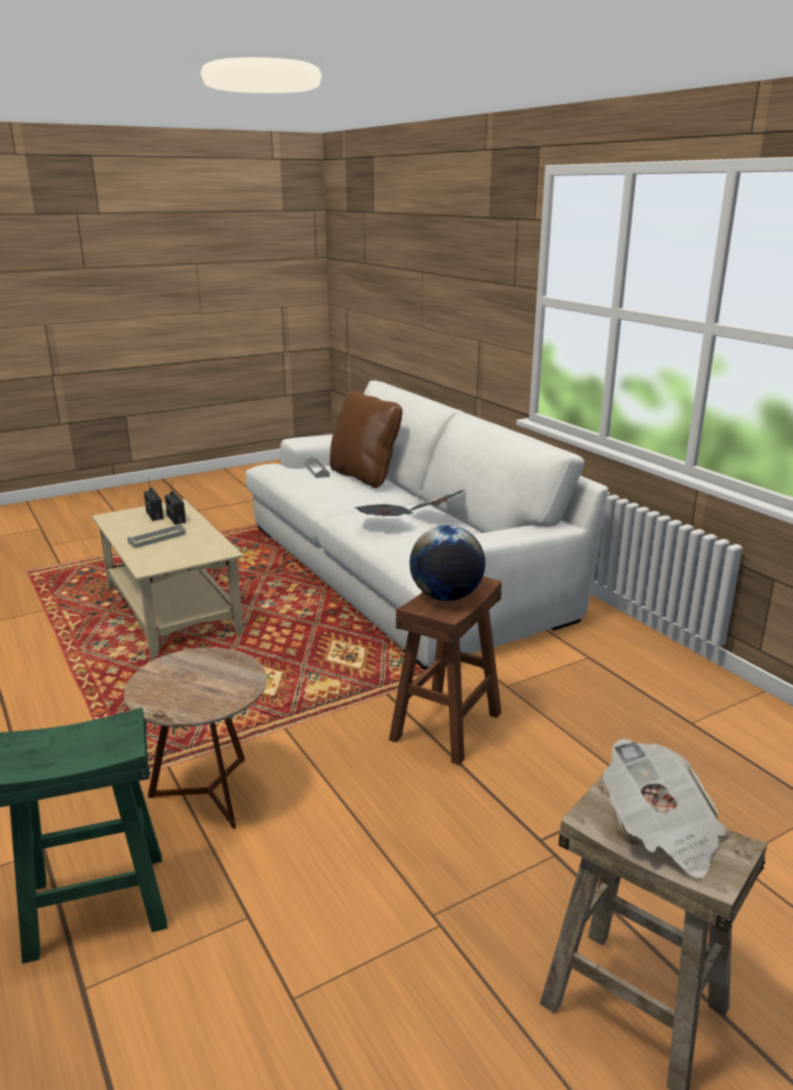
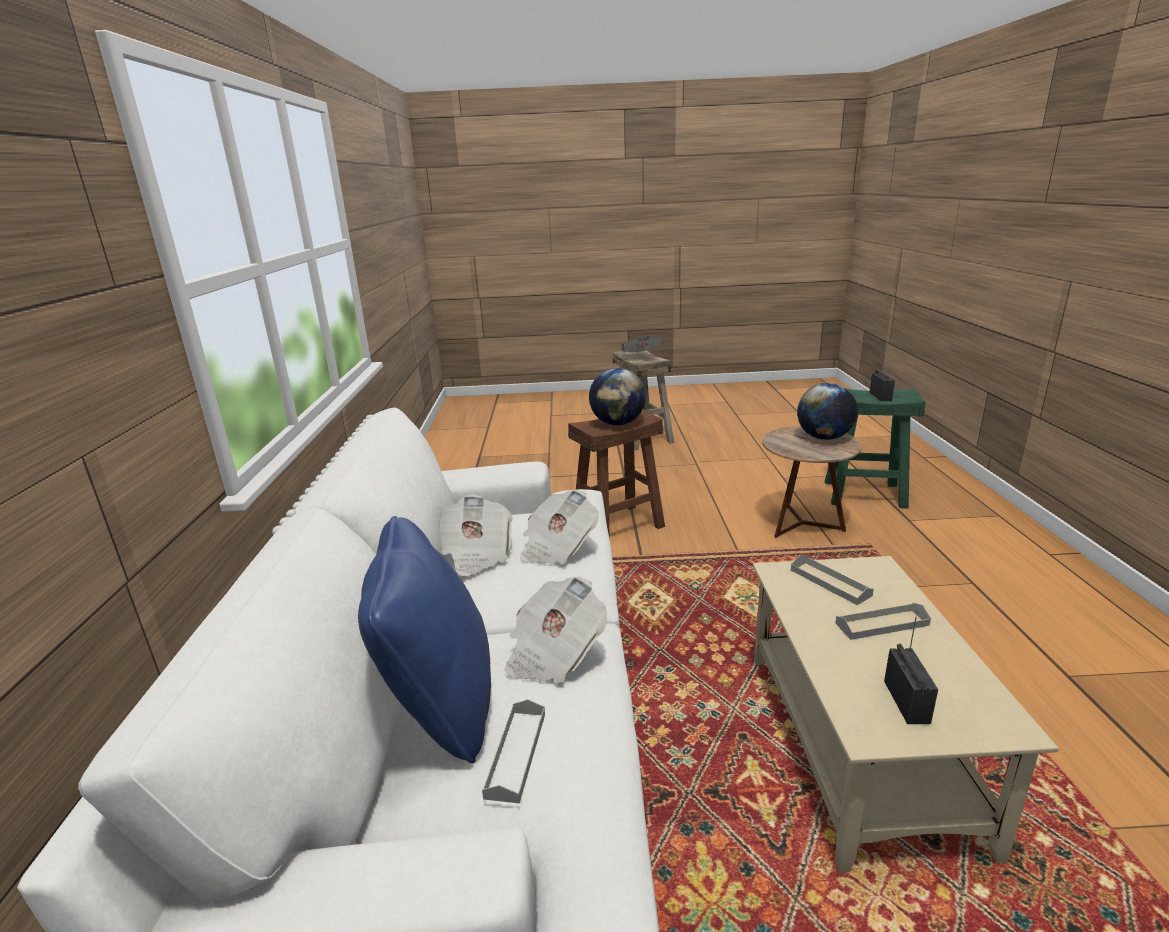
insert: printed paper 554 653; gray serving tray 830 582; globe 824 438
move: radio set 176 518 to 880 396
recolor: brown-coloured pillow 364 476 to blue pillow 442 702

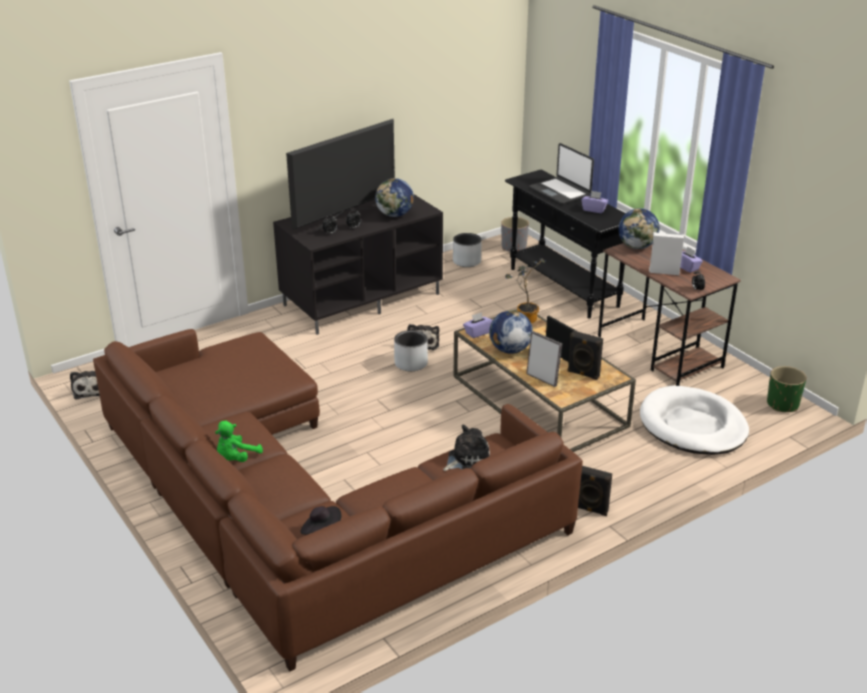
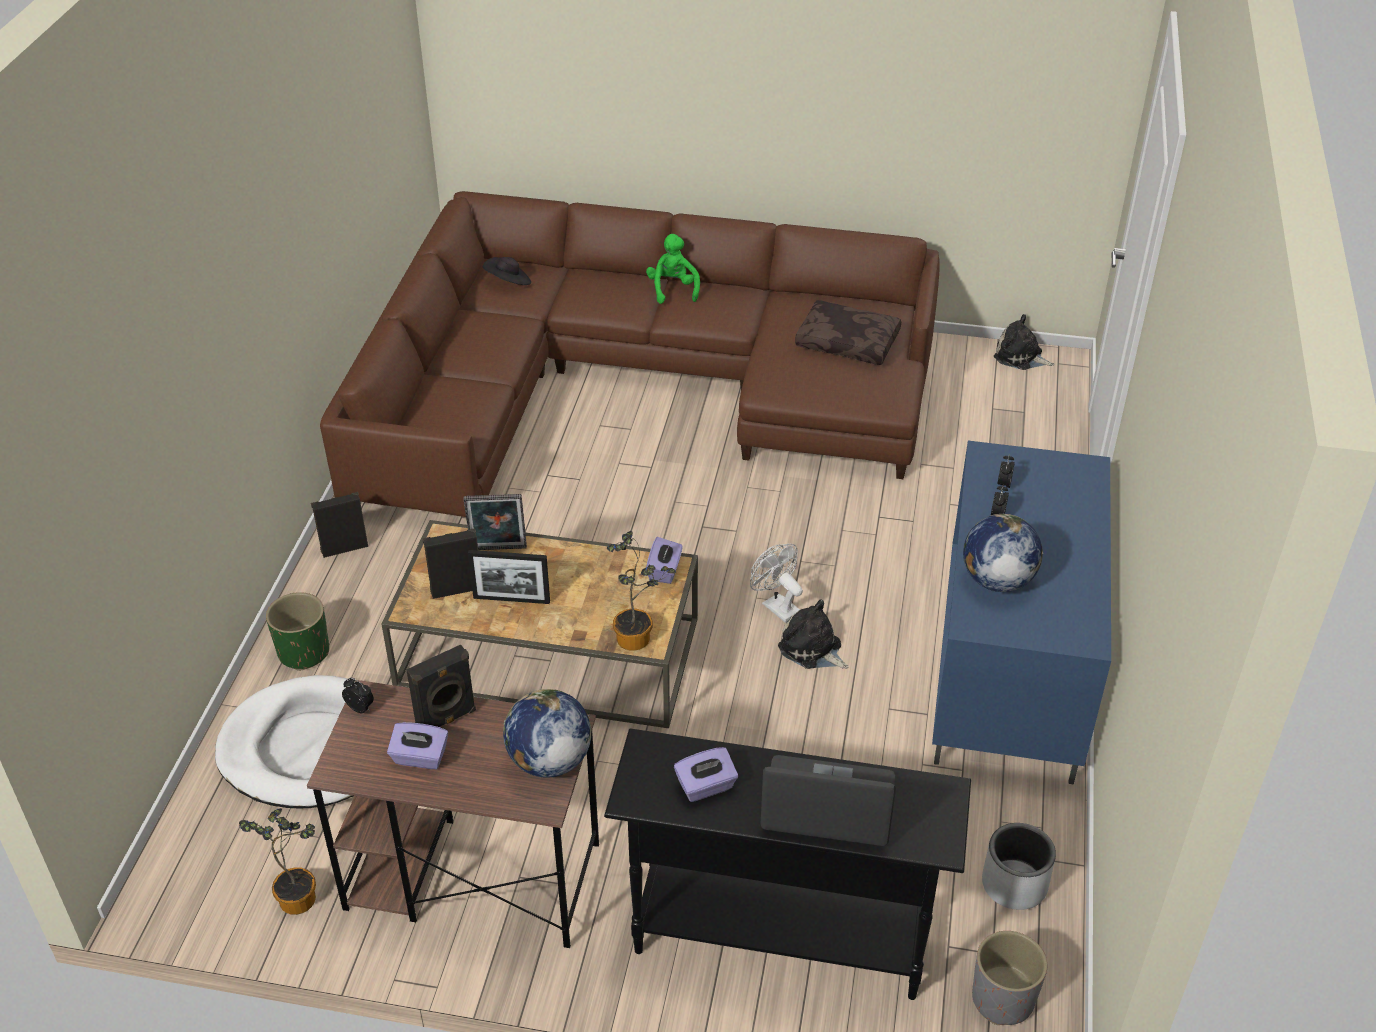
delete: TV 345 219; plush toy 467 459; globe 509 350
insert: potted plant 297 895; brown-coloured pillow 848 342
move: green flower pot 783 404 to 303 652
replace: gray flower pot 411 363 to white-coloured cooling fan 776 606
recolor: black-coloured tv stand 362 299 to blue tv stand 1011 672; white-coloured loudspeaker 664 272 to black-coloured loudspeaker 447 719

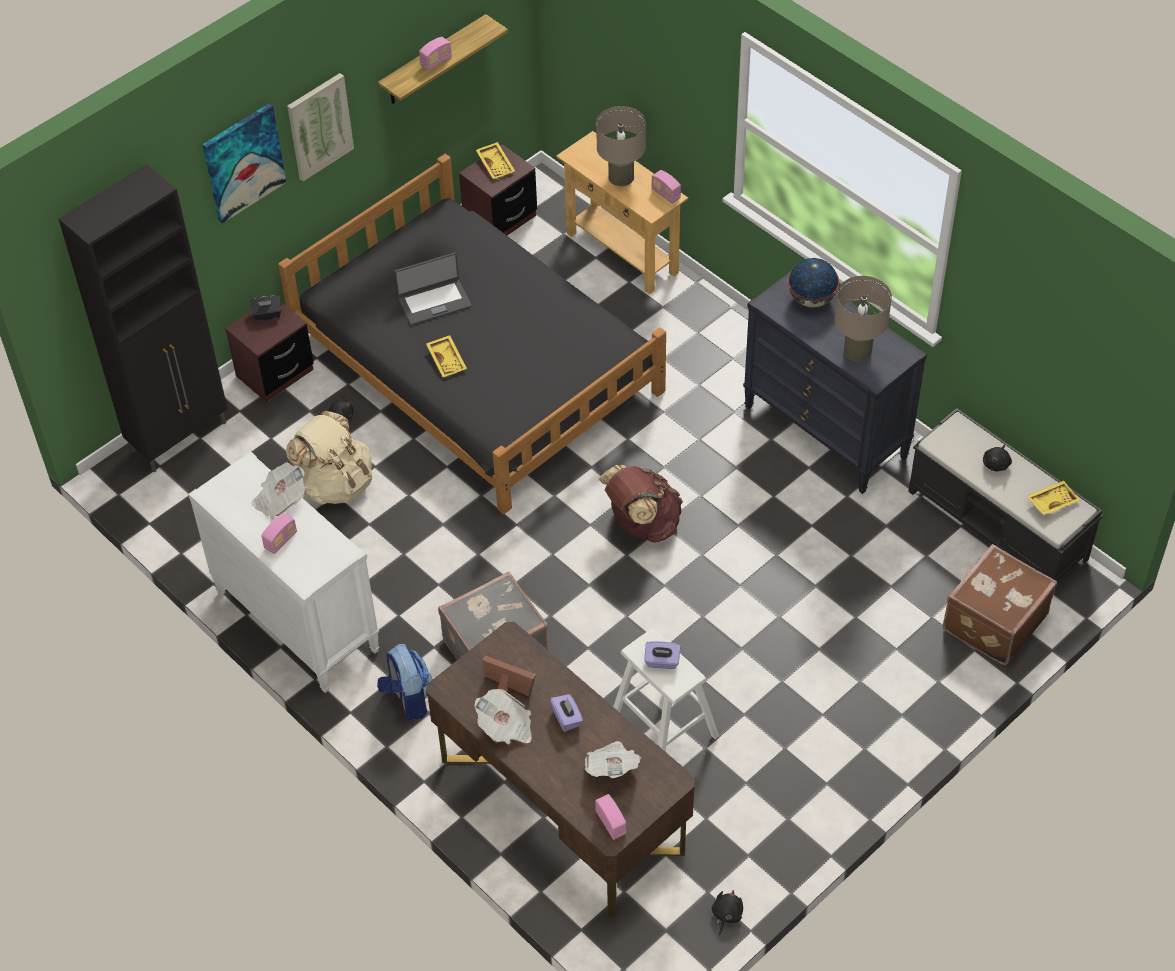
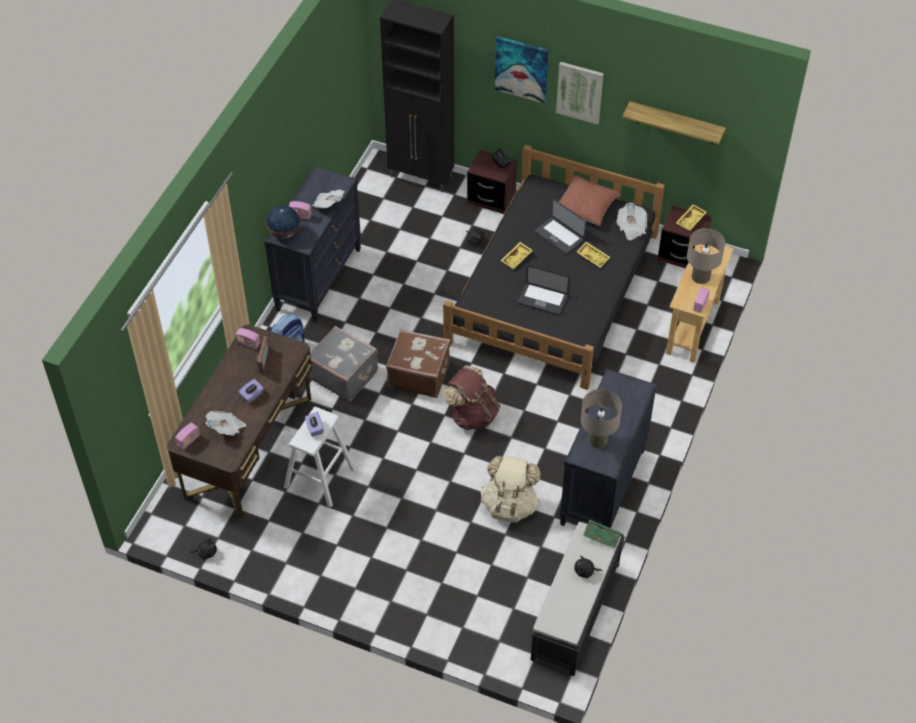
insert: portable computer 542 299; pillow 586 206; green serving tray 601 536
move: beige-coloured backpack 336 483 to 509 505; radio set 436 62 to 248 343; printed paper 505 727 to 631 228; globe 811 299 to 284 233; brown-coloured piece of luggage 992 621 to 418 374; yellow serving tray 1051 501 to 593 257
recolor: white-coloured dresser 296 621 to black-coloured dresser 318 279

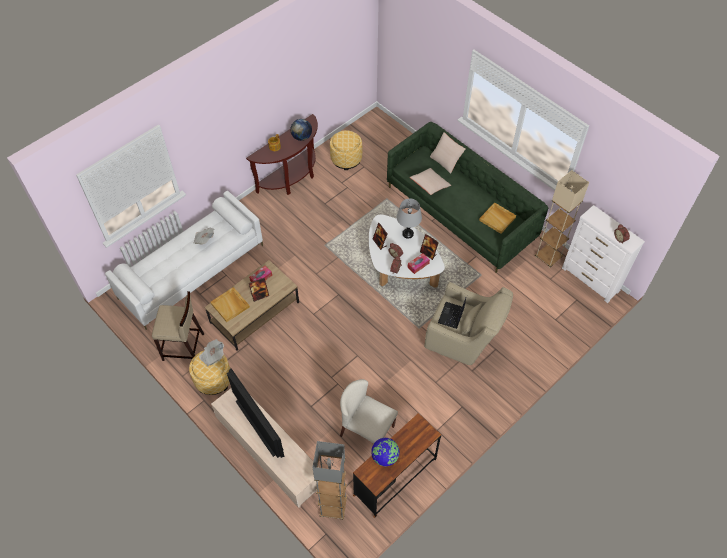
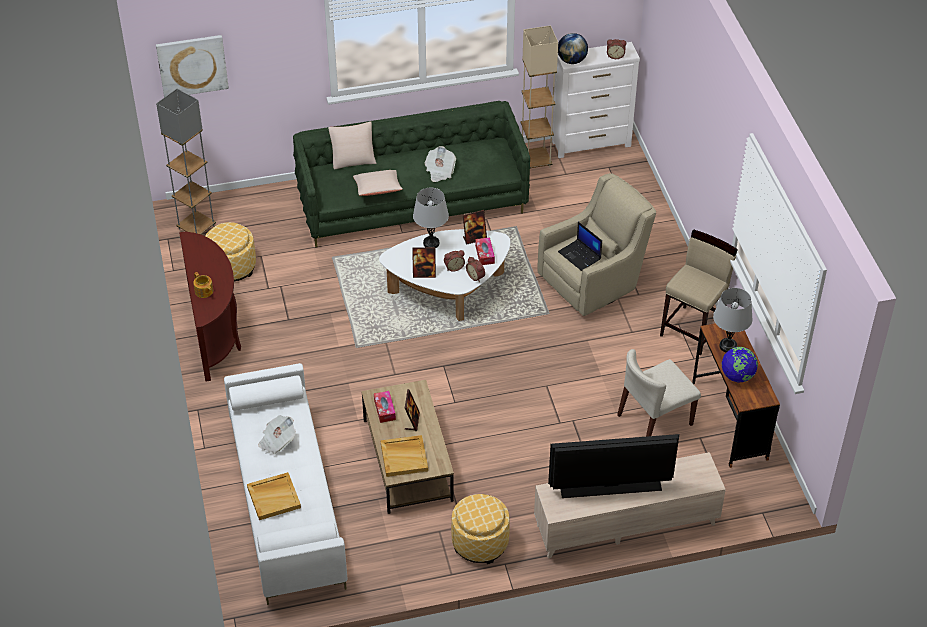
insert: wall art 192 65; gray tabletop lamp 728 346
move: beige-coloured sitting stool 184 347 to 693 330; printed paper 212 356 to 439 171; globe 302 137 to 572 60; gray floor lamp 333 507 to 196 227; beige-coloured serving tray 497 219 to 274 497

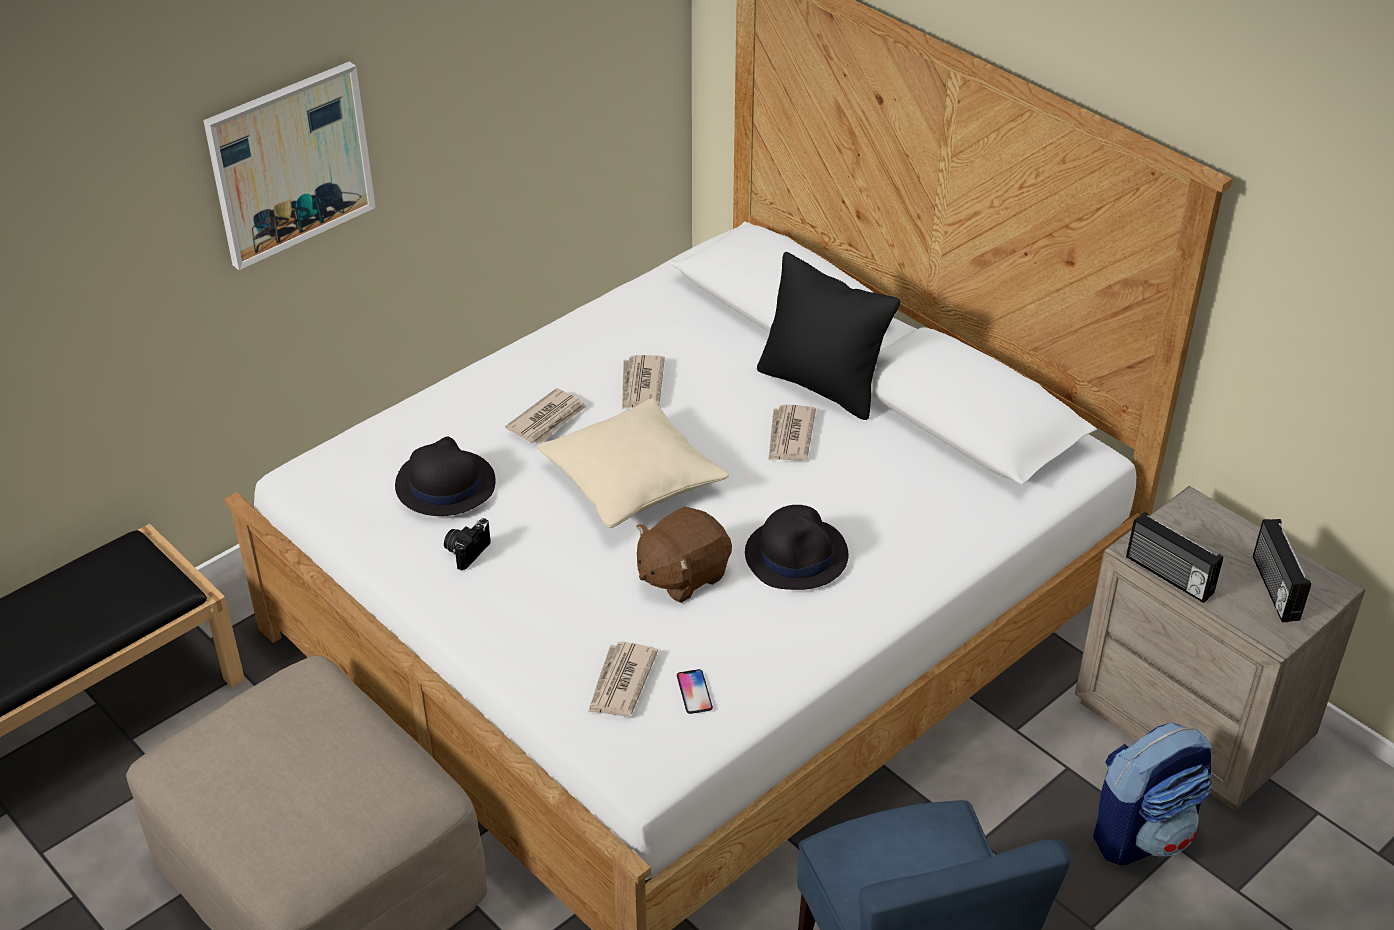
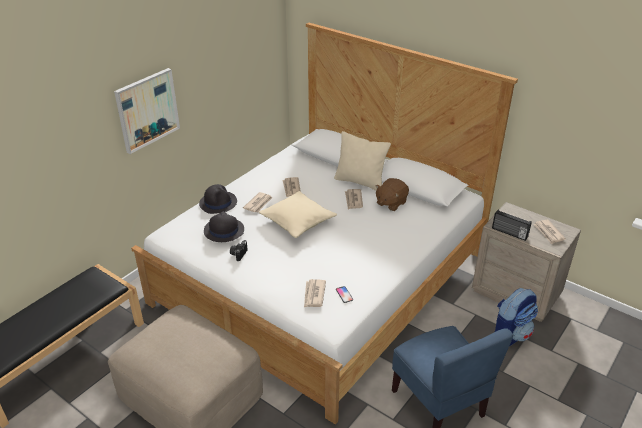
move: brown-coloured plush toy 682 575 to 390 203; black-coloured hat 796 554 to 218 203
replace: radio set 1273 588 to printed paper 548 233
recolor: black-coloured pillow 822 386 to beige-coloured pillow 360 182

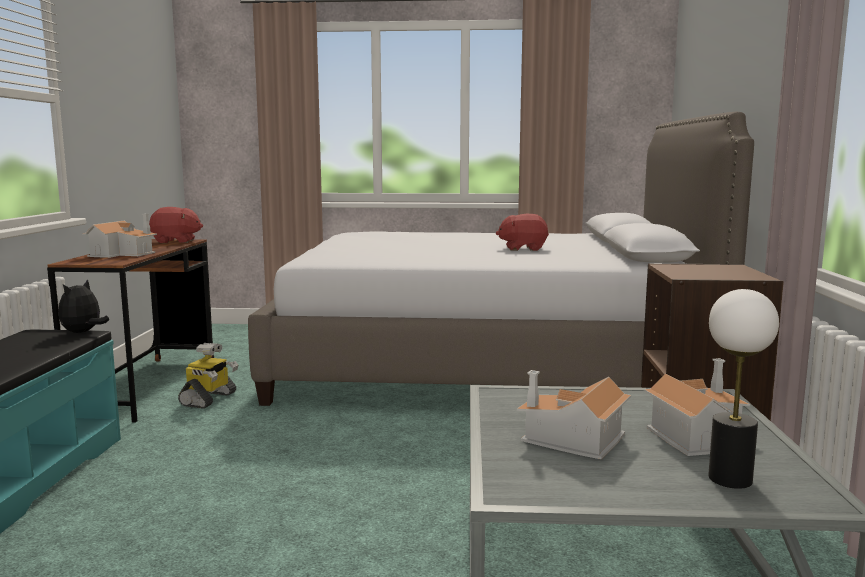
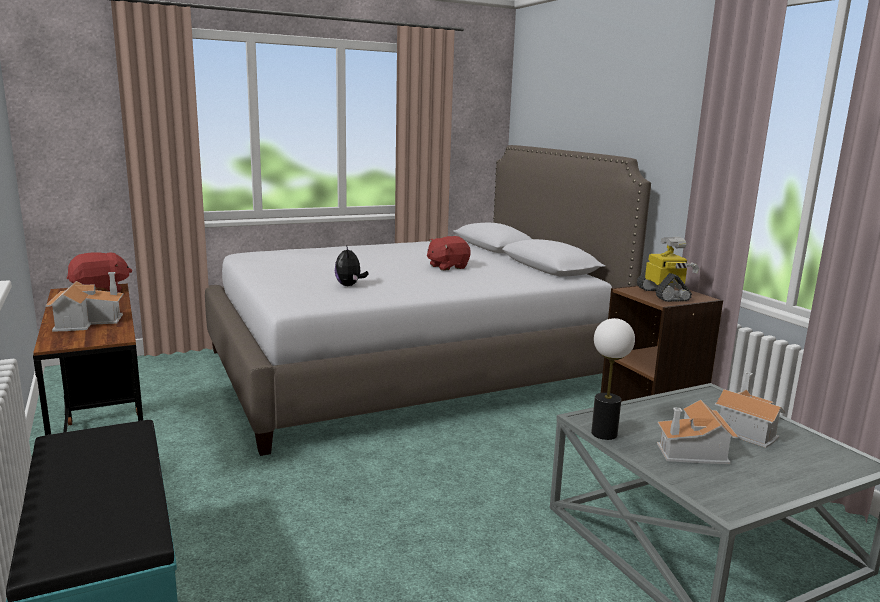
move: plush toy 83 332 to 349 285; toy robot 209 399 to 664 295; tabletop lamp 730 479 to 604 434

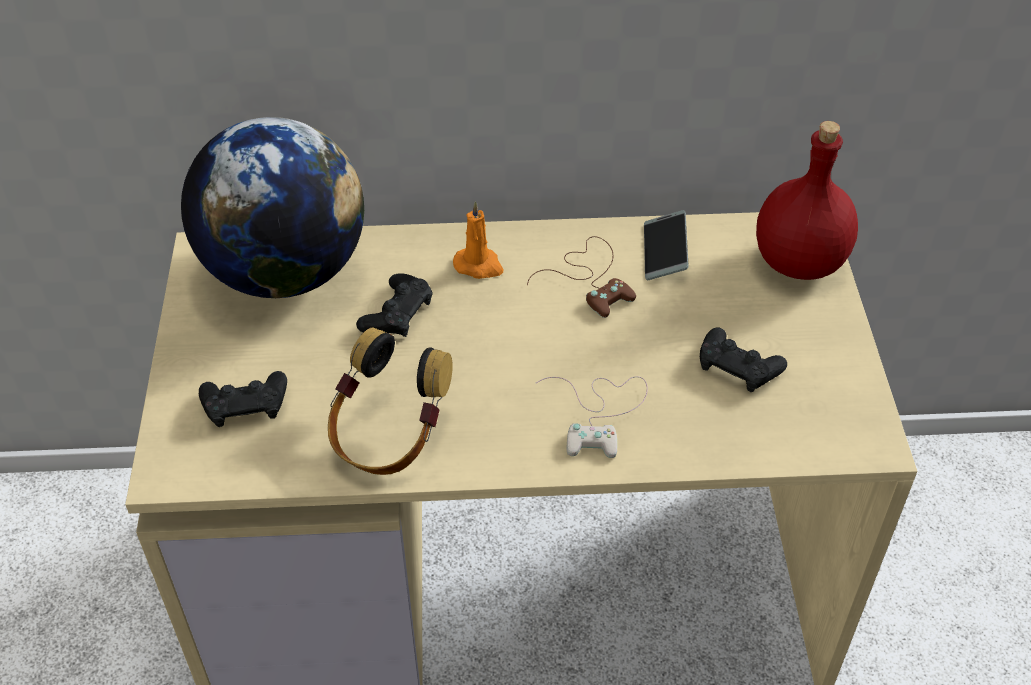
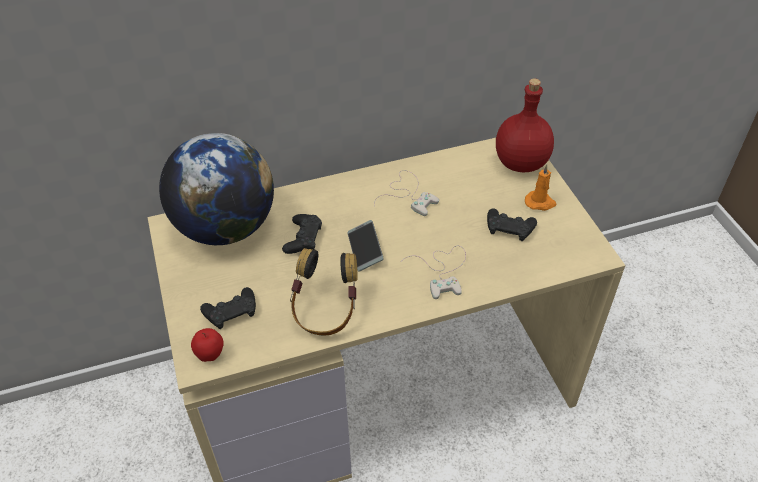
insert: whole apple 210 356
move: orange-coloured candle 479 265 to 540 202; phone 664 252 to 365 249
recolor: brown-coloured gamepad 590 277 to white-coloured gamepad 408 194

